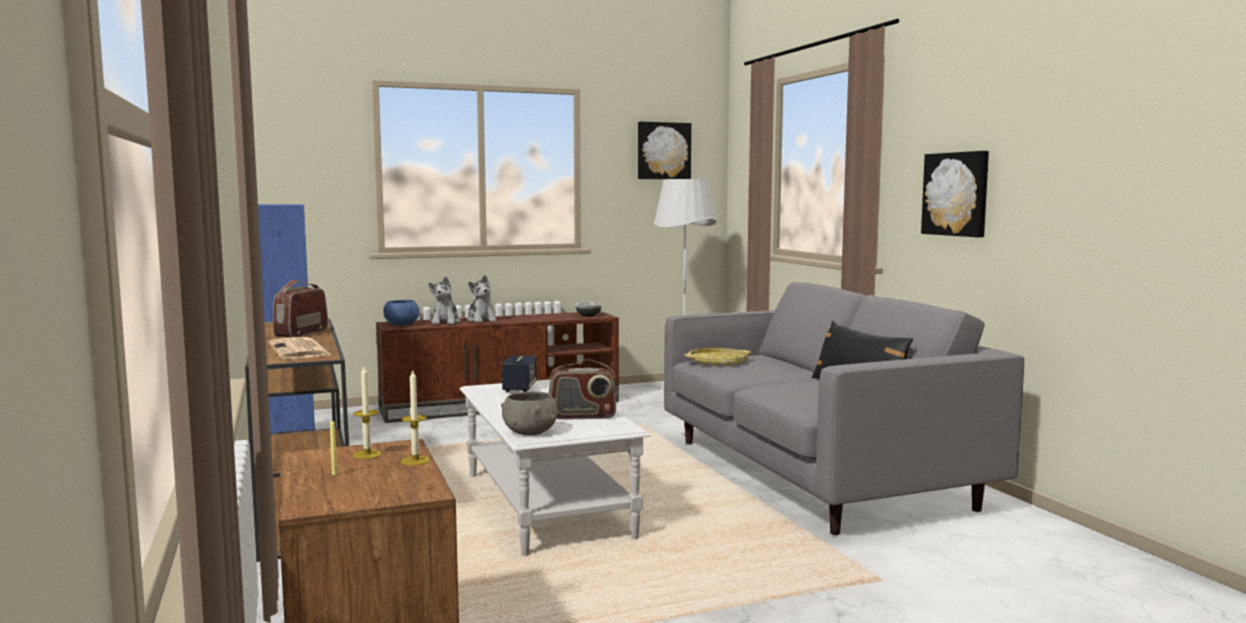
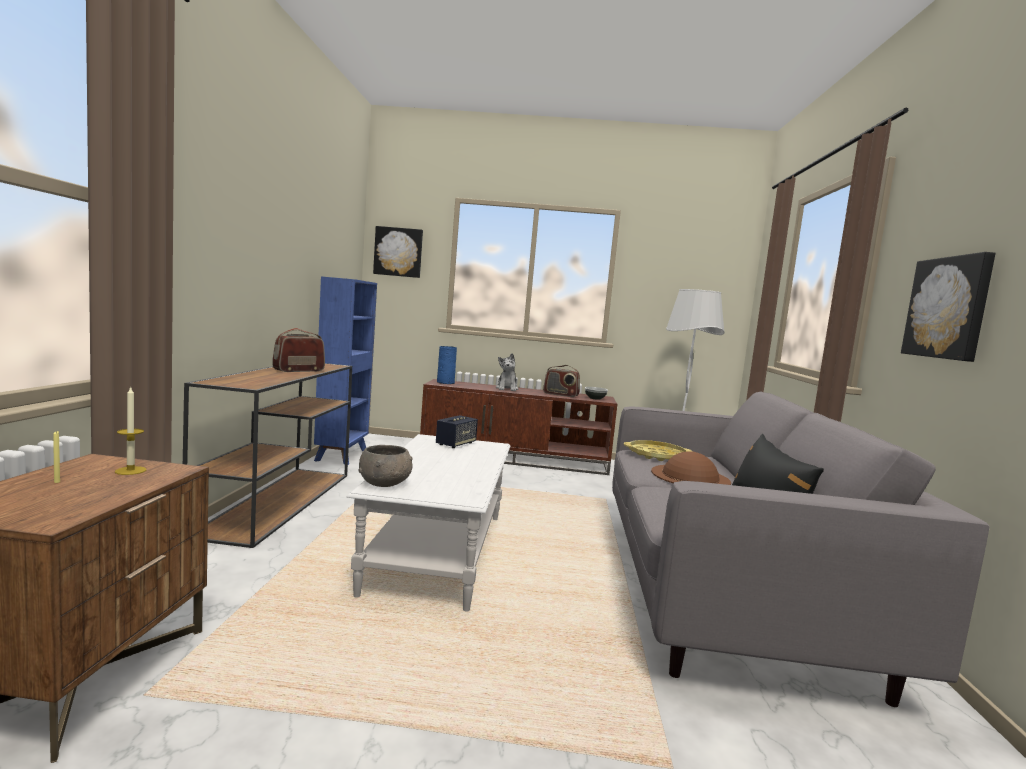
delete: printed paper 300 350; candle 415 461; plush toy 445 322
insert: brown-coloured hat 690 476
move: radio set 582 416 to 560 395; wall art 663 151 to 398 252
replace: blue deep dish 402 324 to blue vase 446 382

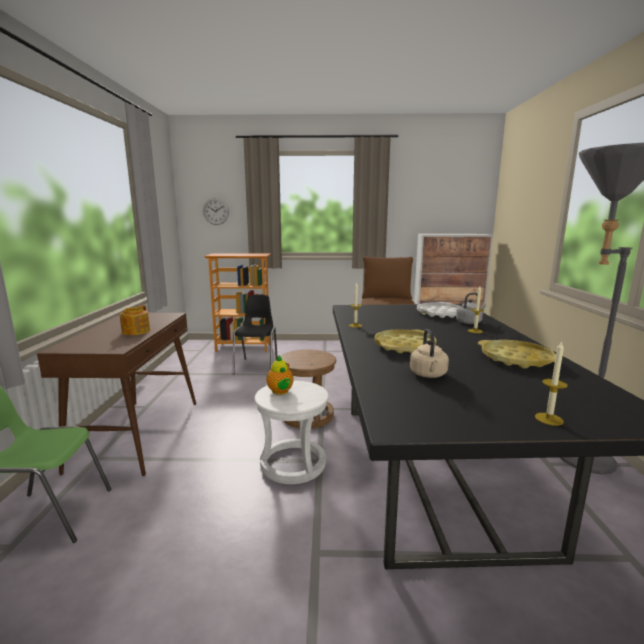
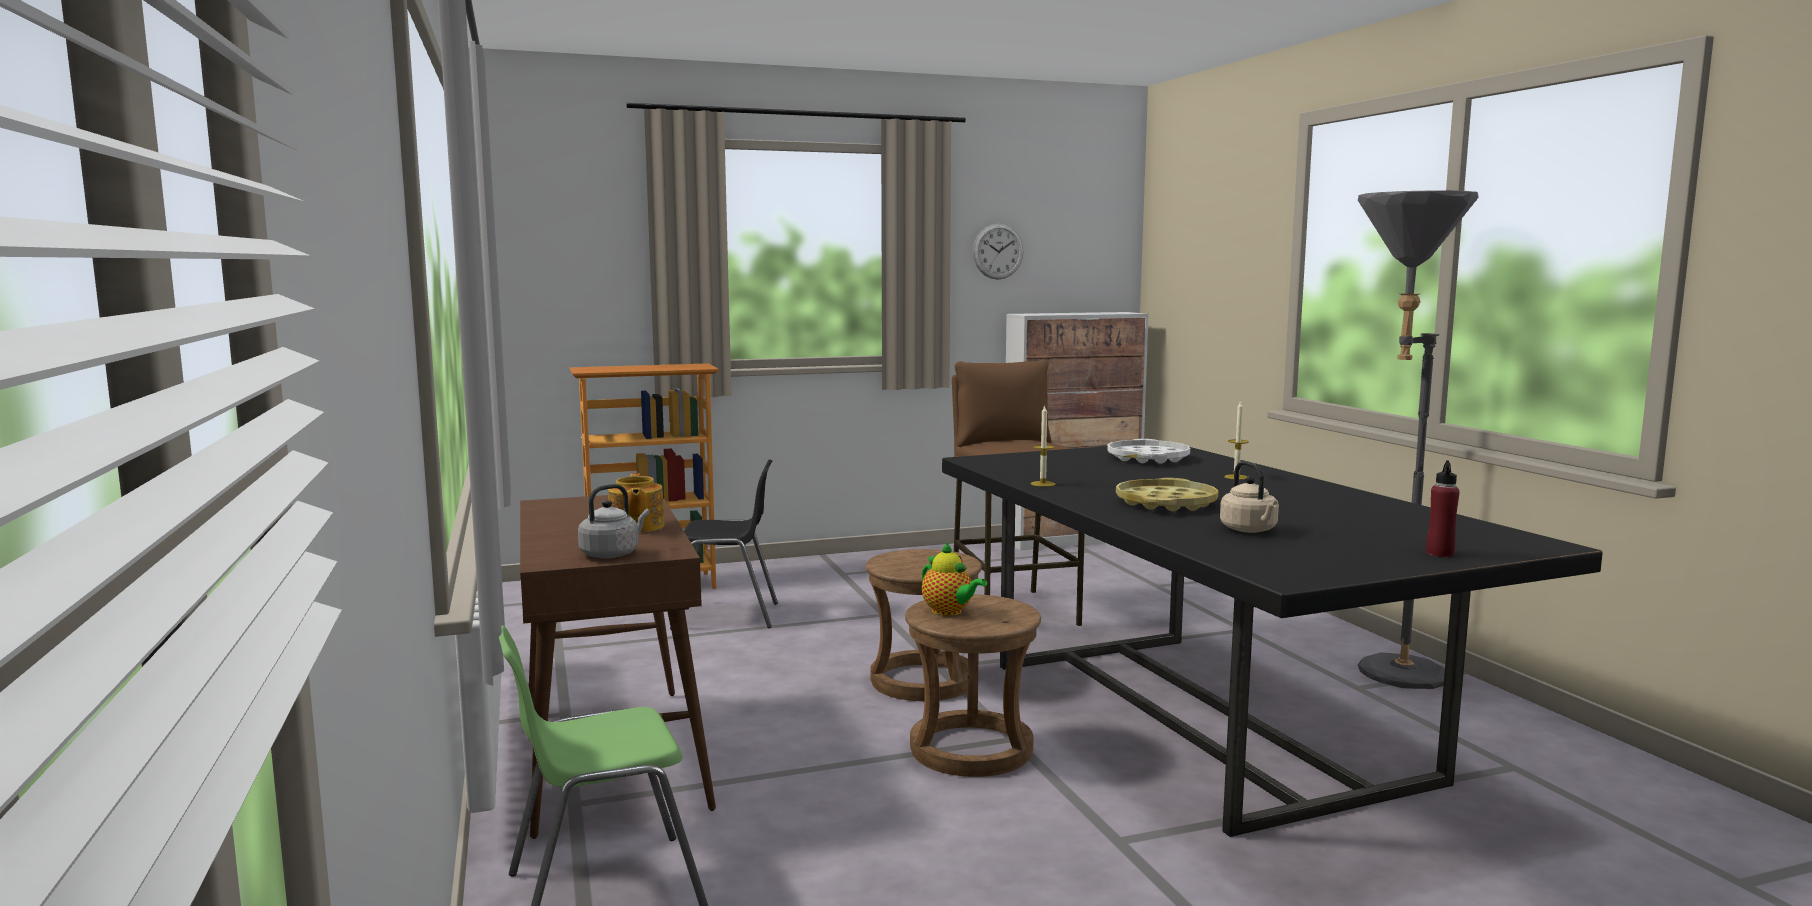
delete: yellow serving tray 516 359
move: hanging clock 216 211 to 998 251; gray water kettle 469 322 to 612 554
replace: candle 549 419 to red bottle 1439 554
recolor: white-coloured sitting stool 292 463 to brown-coloured sitting stool 970 749
rotate: black-coloured plain chair 257 366 = 727 616 105 degrees clockwise

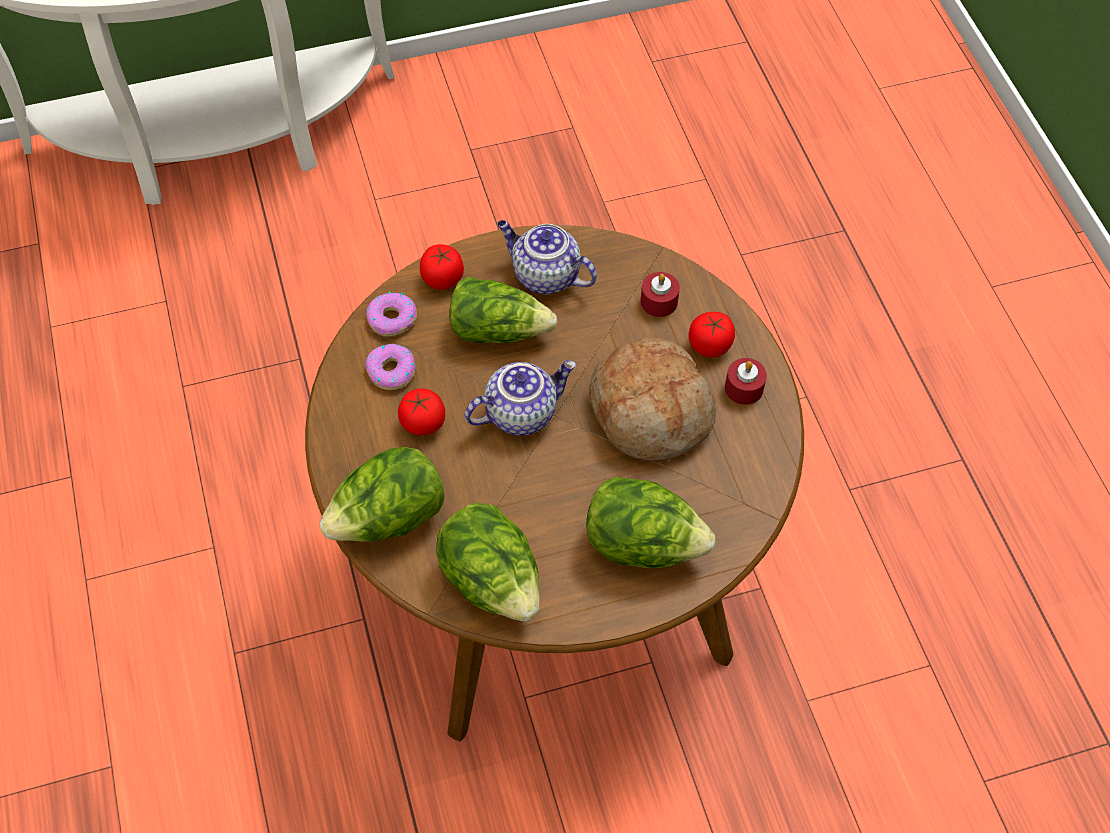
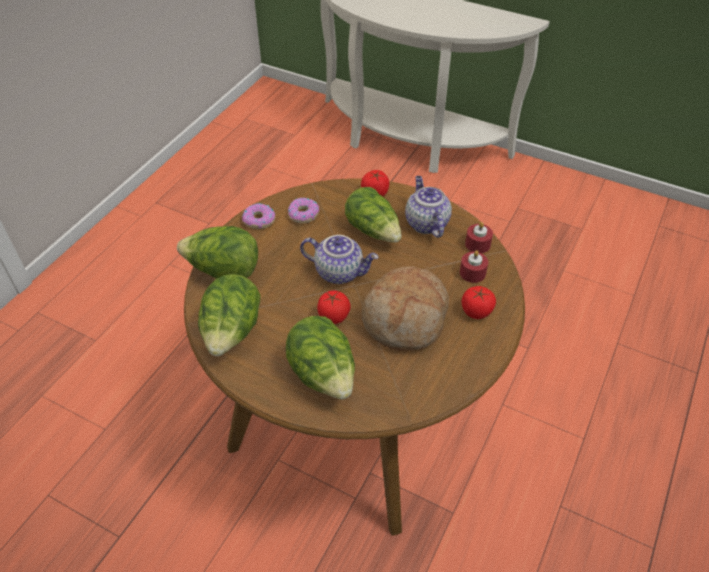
move: ring doughnut 392 319 to 259 220; whole tomato 423 423 to 333 316; red candle 744 388 to 477 244

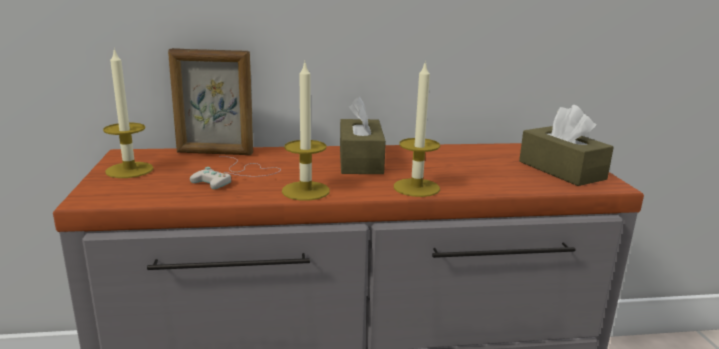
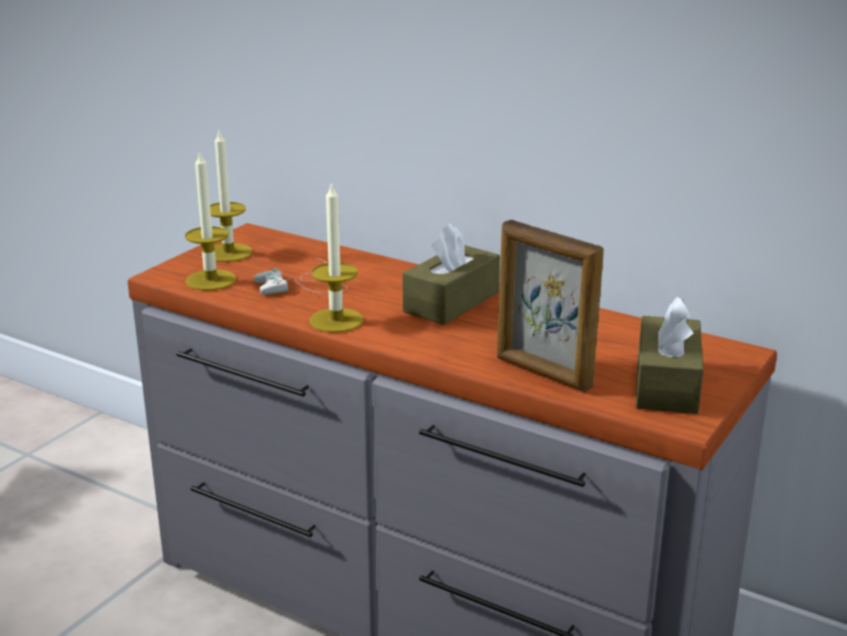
move: picture frame 215 153 to 542 373; candle 416 187 to 210 280

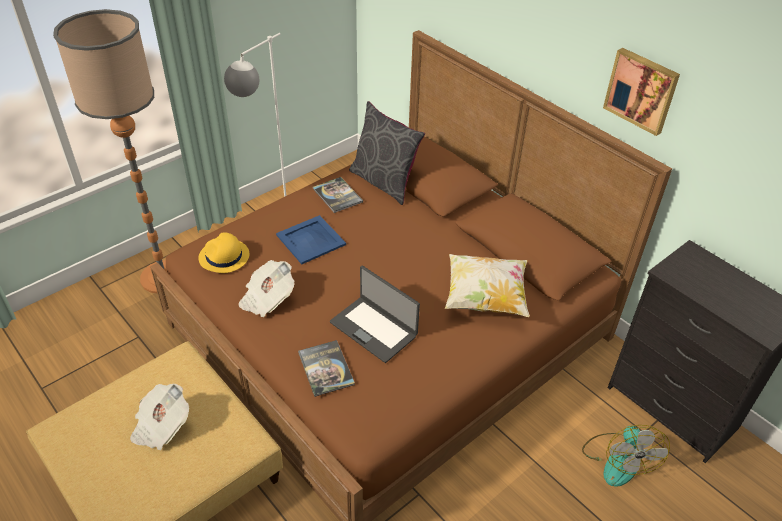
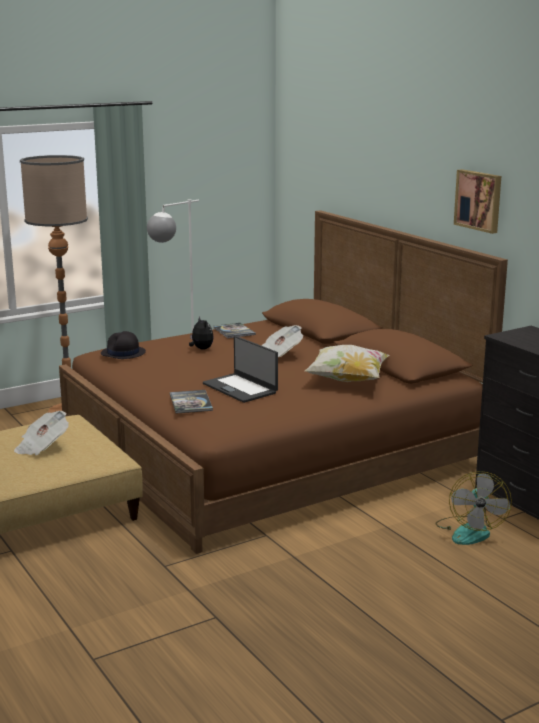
delete: gray pillow 384 182
move: printed paper 267 299 to 278 355
replace: blue serving tray 310 239 to plush toy 201 349
recolor: yellow hat 224 257 to black-coloured hat 123 353

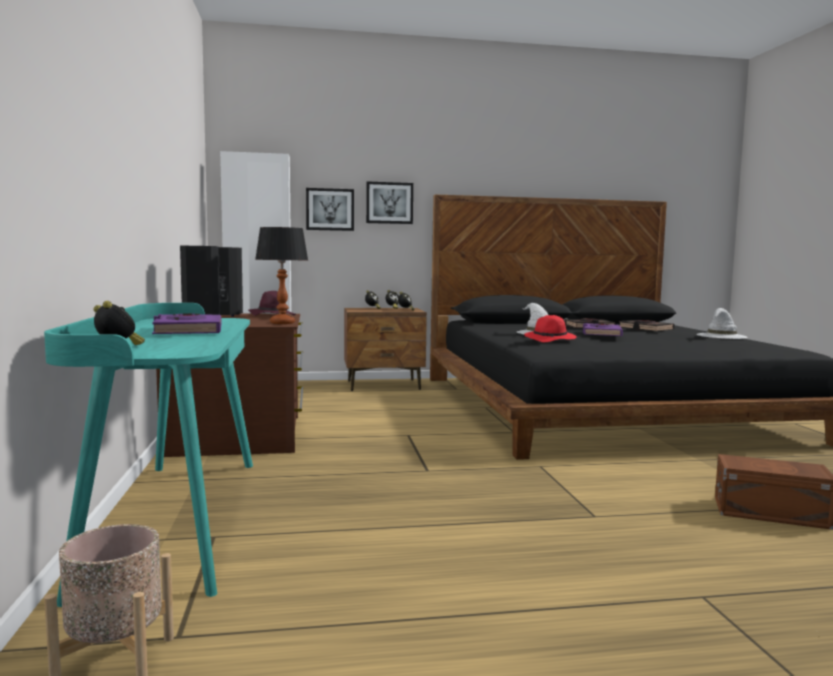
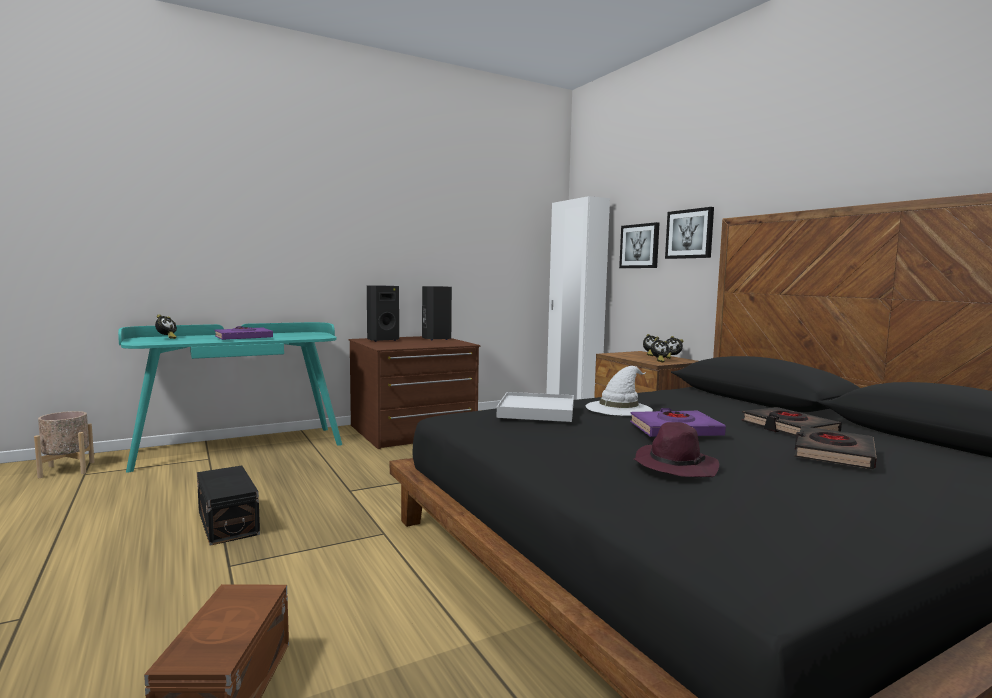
delete: tabletop lamp 282 323; white-coloured hat 721 336
insert: black-coloured storage bin 229 522
move: purple-coloured hat 272 316 to 674 466
replace: red hat 550 340 to white-coloured serving tray 537 411

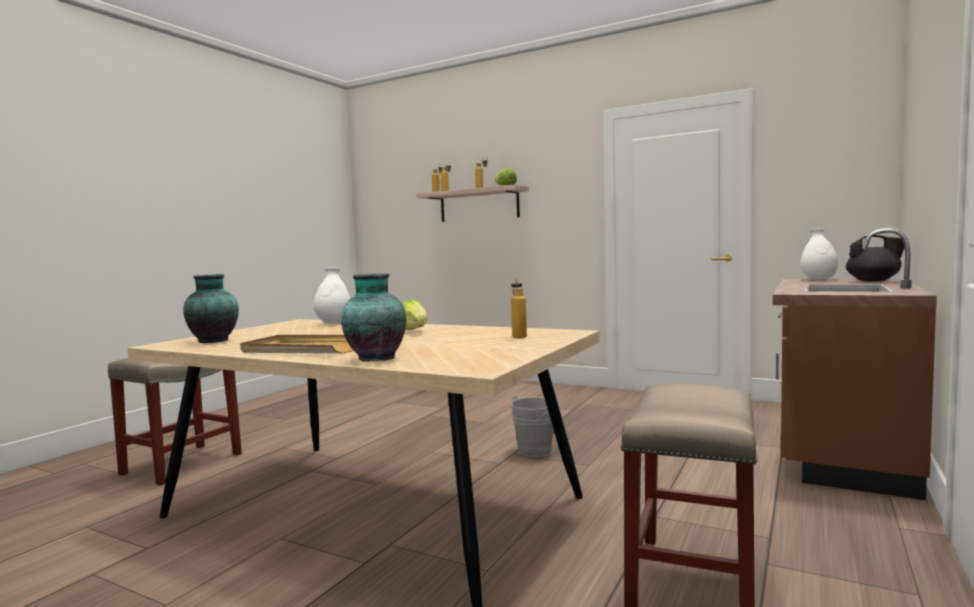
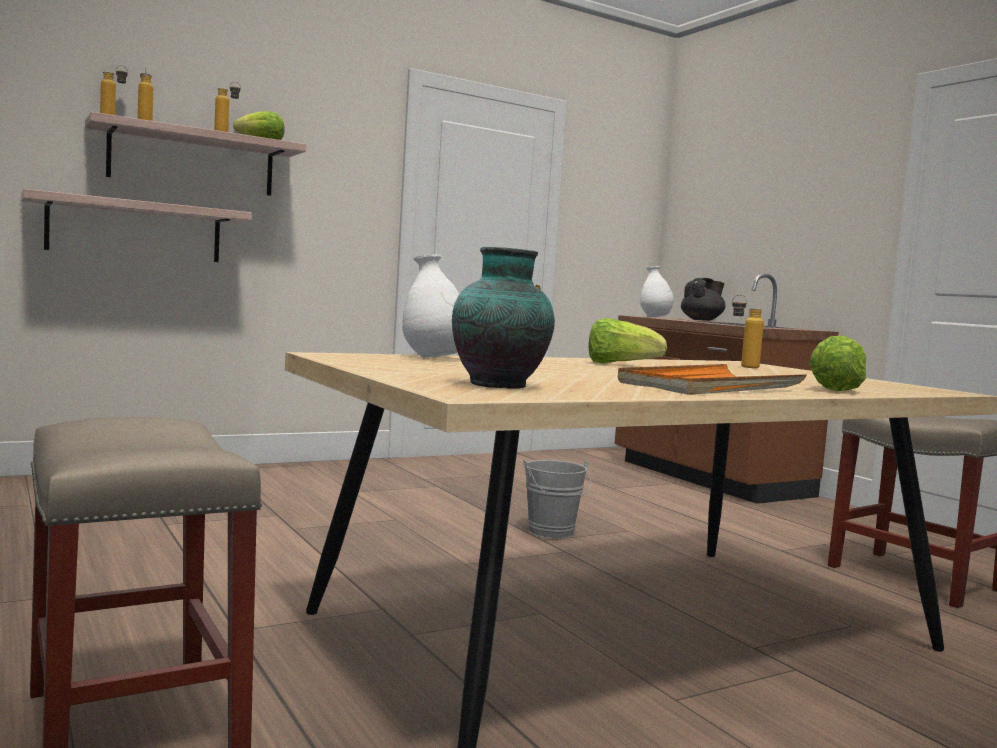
insert: shelf 135 230
replace: vase 375 358 to lettuce head 836 389
recolor: beige-coloured serving tray 305 349 to orange-coloured serving tray 709 387

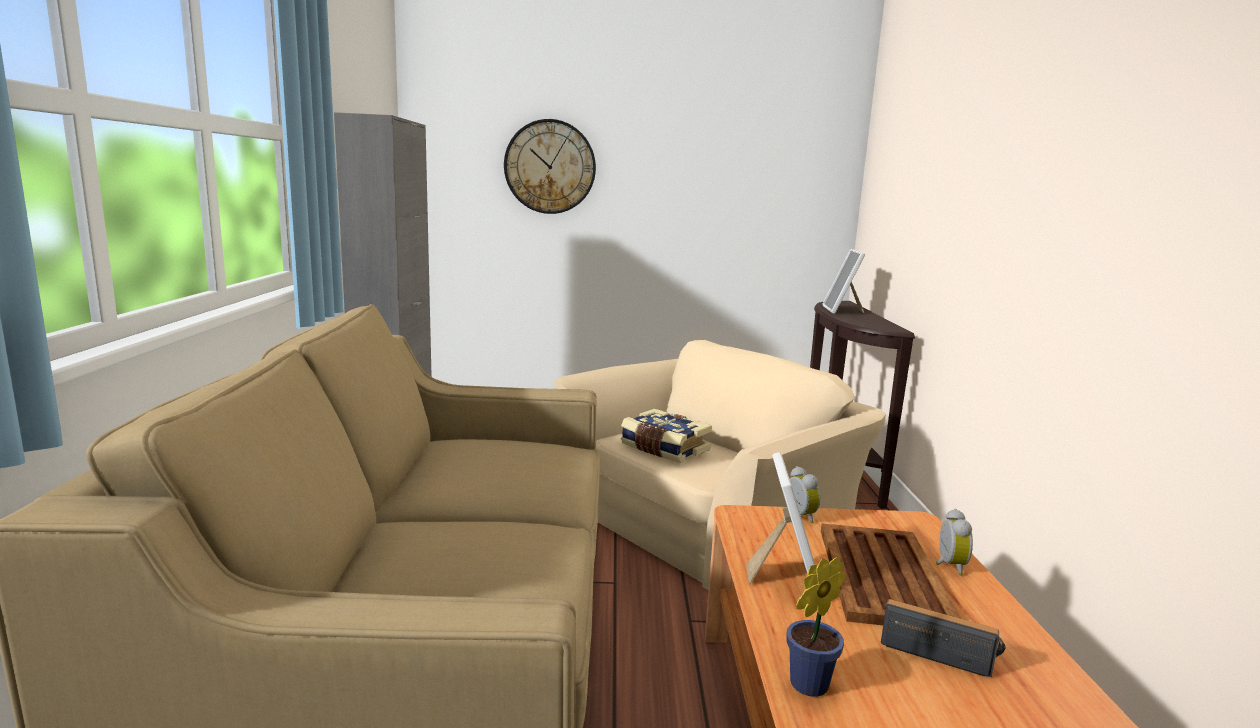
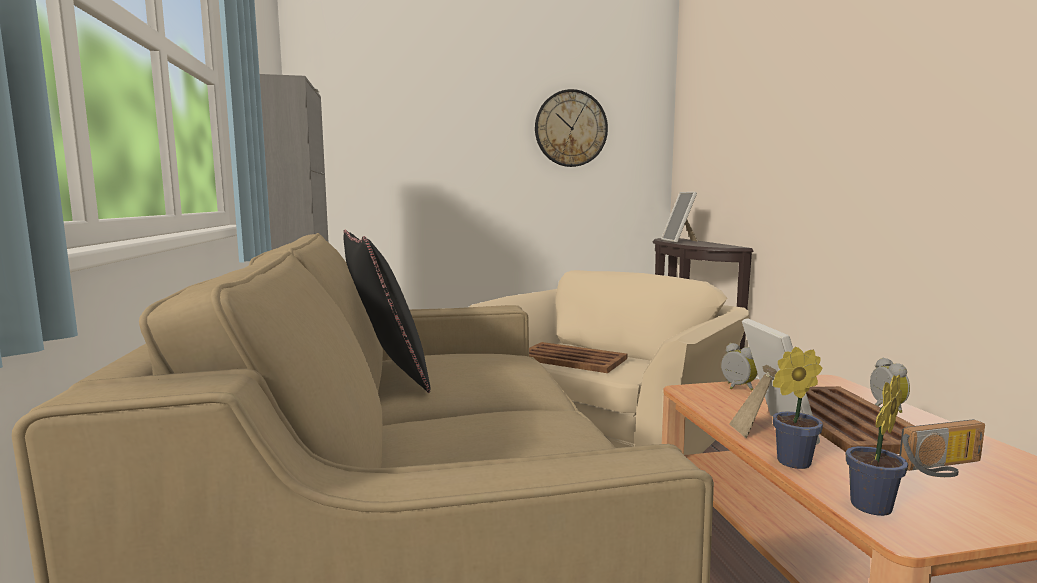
insert: black-coloured pillow 386 376; potted plant 789 462
move: hanging clock 550 167 to 571 128
replace: book 663 449 to brown-coloured serving tray 571 358
rotate: radio set 939 652 = 945 468 150 degrees clockwise

